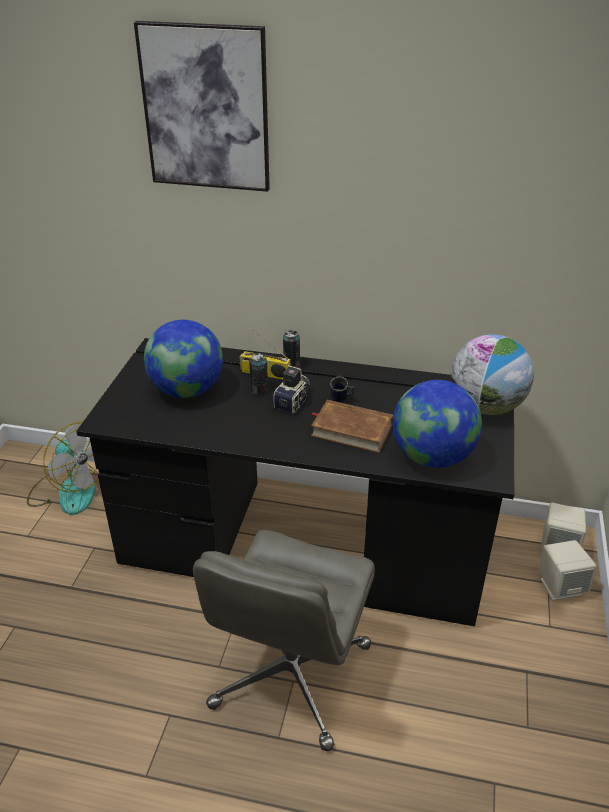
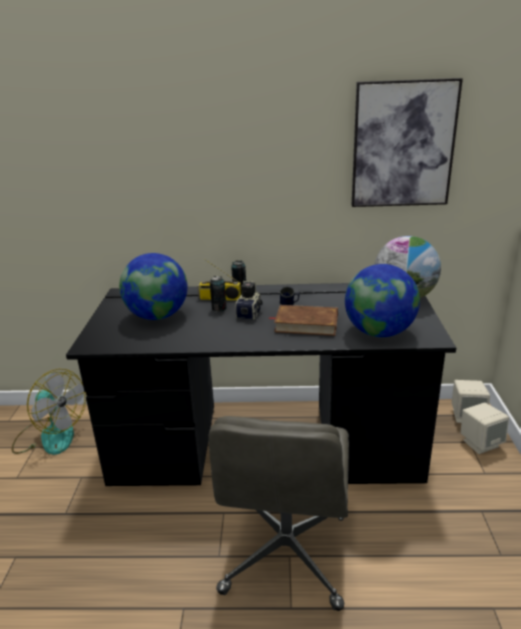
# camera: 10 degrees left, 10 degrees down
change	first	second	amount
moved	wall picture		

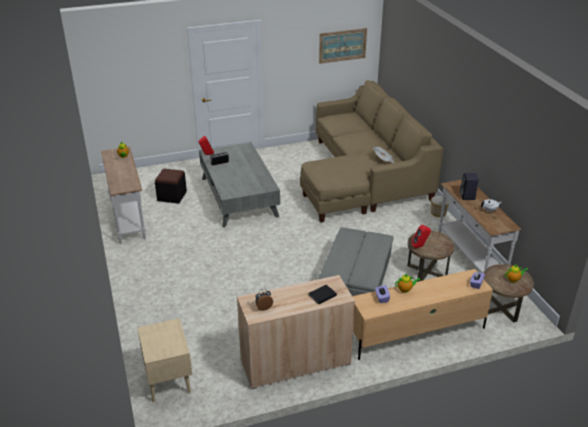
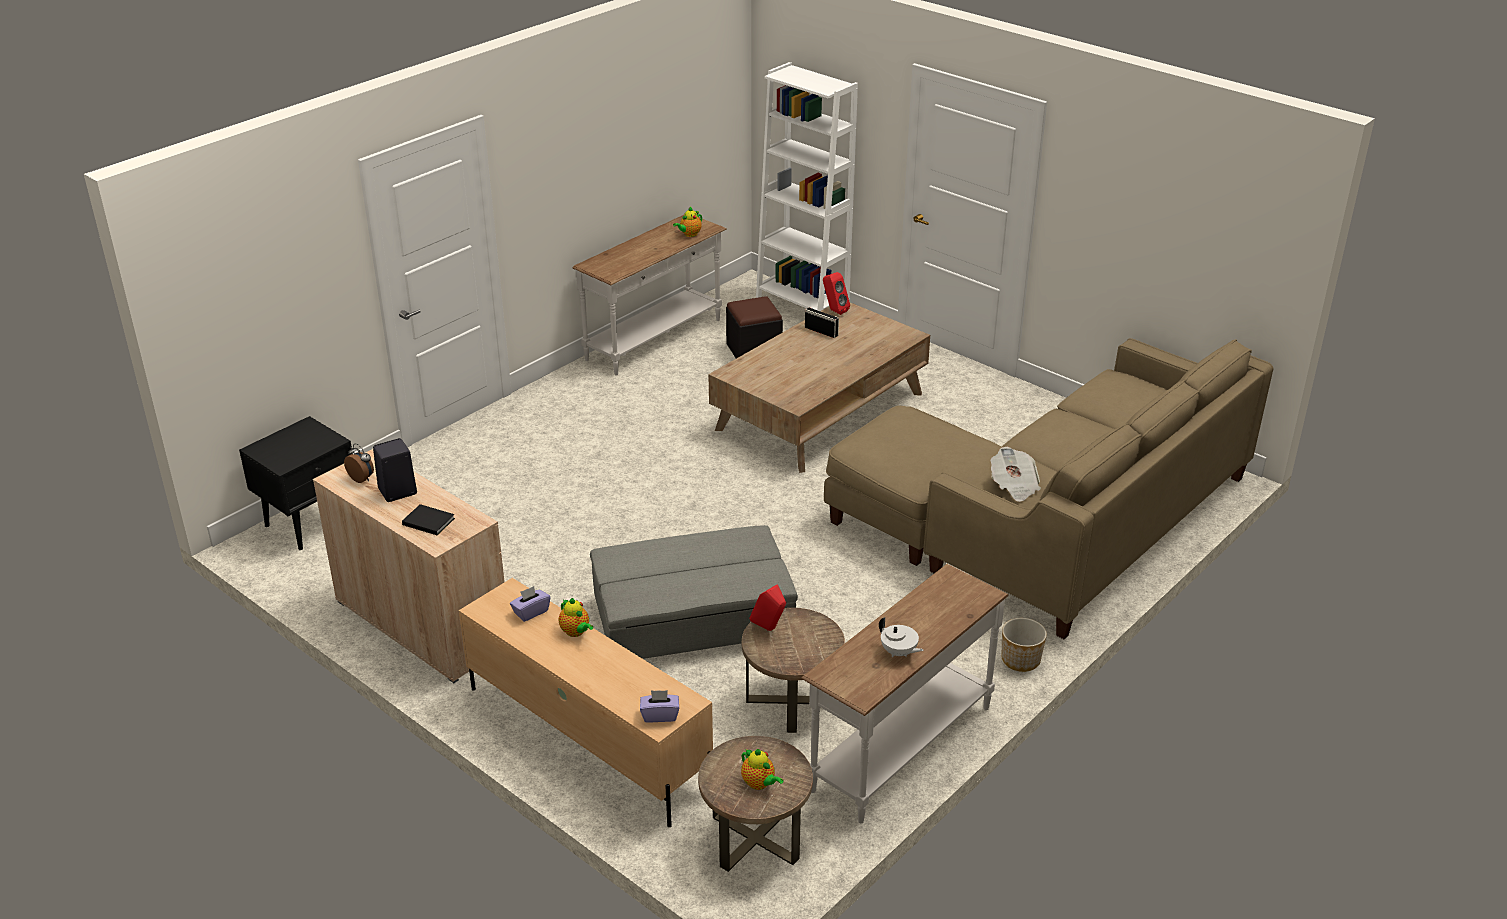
# camera: 60 degrees right, 0 degrees up
change	first	second	amount
removed	wall picture		
recoloured	lounge table in gray	lounge table in brown-coloured	
moved	loudspeaker in blackish		
recoloured	bedside table in beige	bedside table in blackish	
added		shelving unit in white	

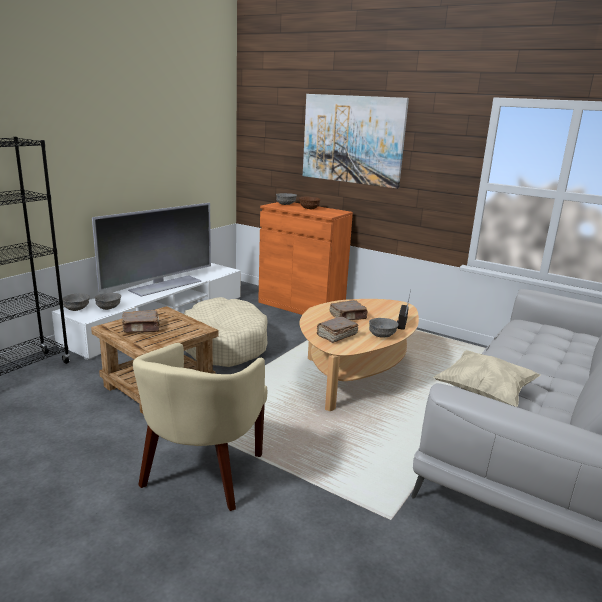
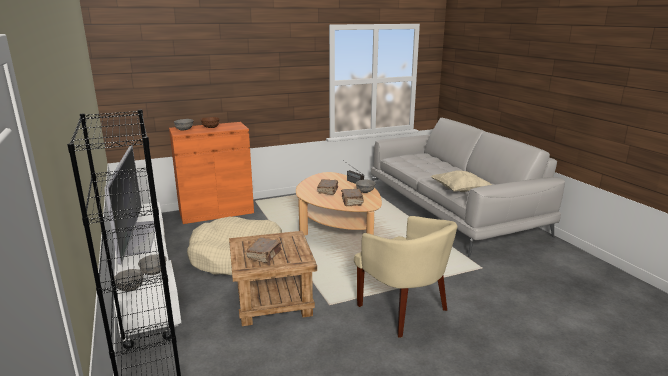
# camera: 55 degrees left, 0 degrees up
change	first	second	amount
removed	wall picture		

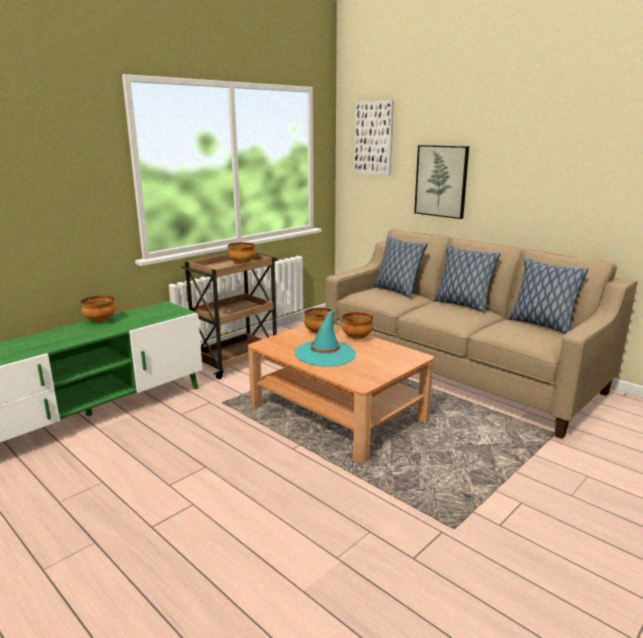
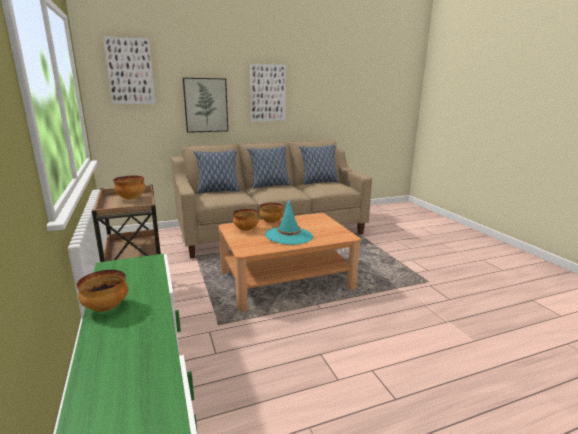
# camera: 65 degrees left, 0 degrees up
change	first	second	amount
added		wall picture (3rd from left)	

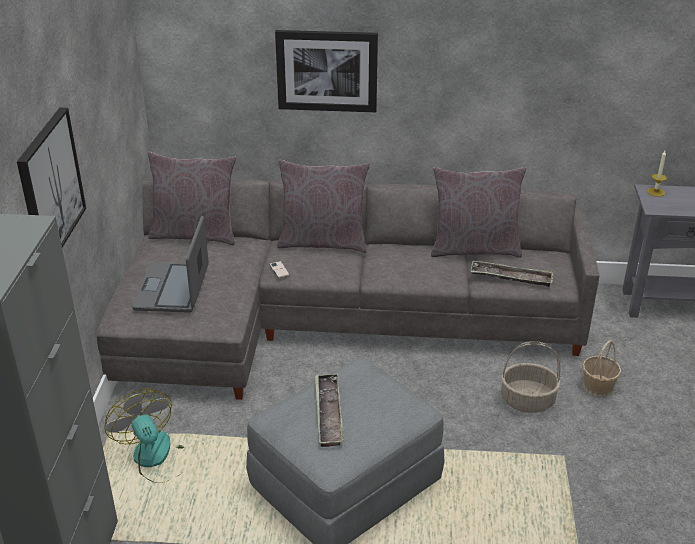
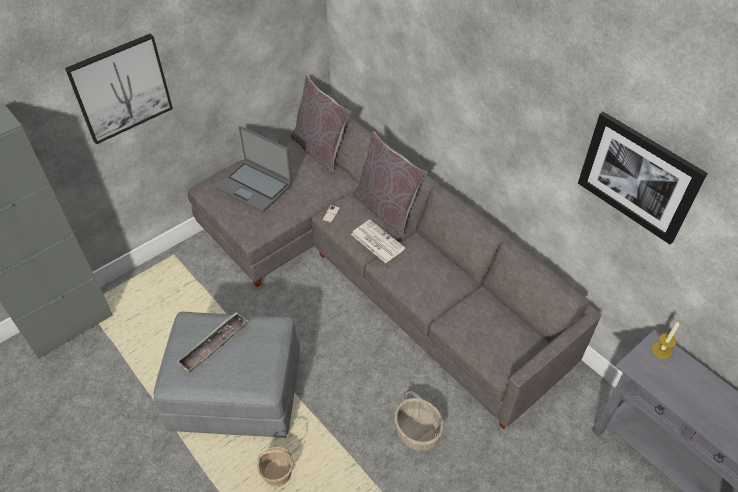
# camera: 45 degrees right, 15 degrees up
change	first	second	amount
moved	wall picture (2nd from left)		
removed	cushion in gray (3rd from left)		
turned	notebook computer		105 degrees counterclockwise
removed	tray (2nd from left)		
moved	basket (2nd from left in the first image)	basket (1st from left)	
removed	fan		
added		newspaper	

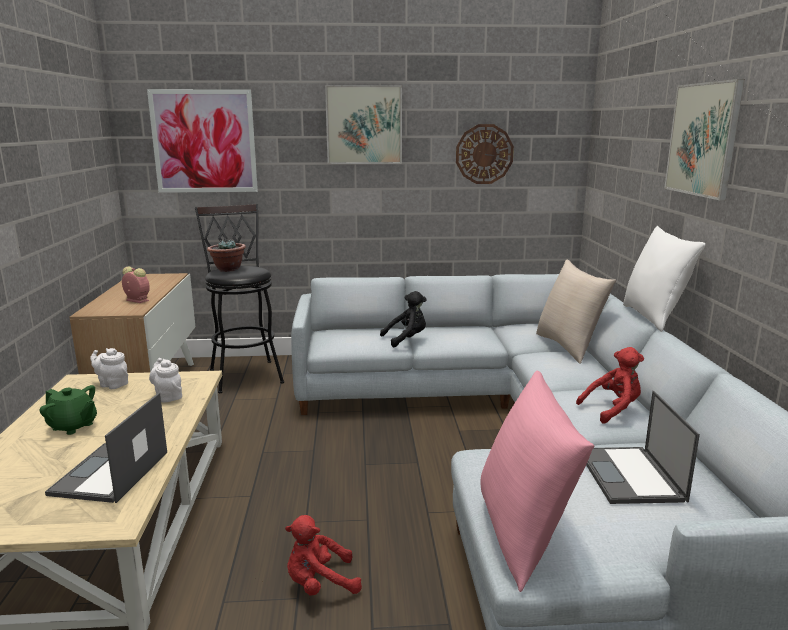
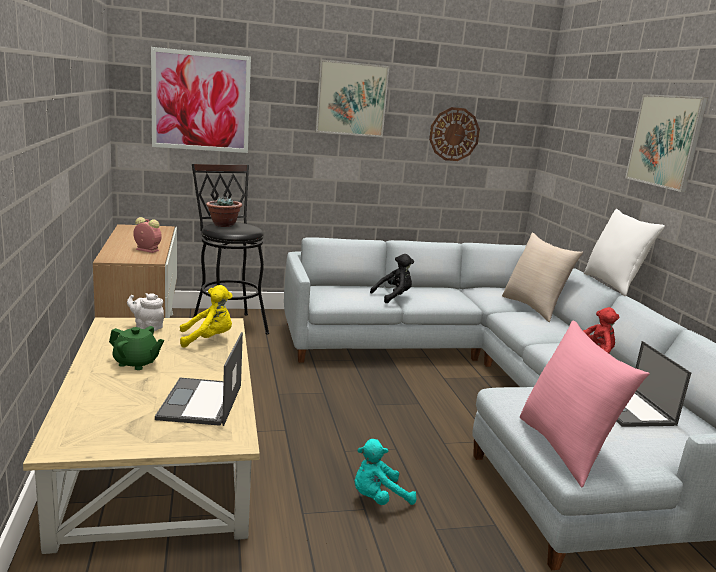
# camera: 10 degrees left, 0 degrees up
change	first	second	amount
replaced	tea pot in white (2nd from left)	plush toy in yellow	
recoloured	plush toy in reddish (1st from left)	plush toy in turquoise-coloured	

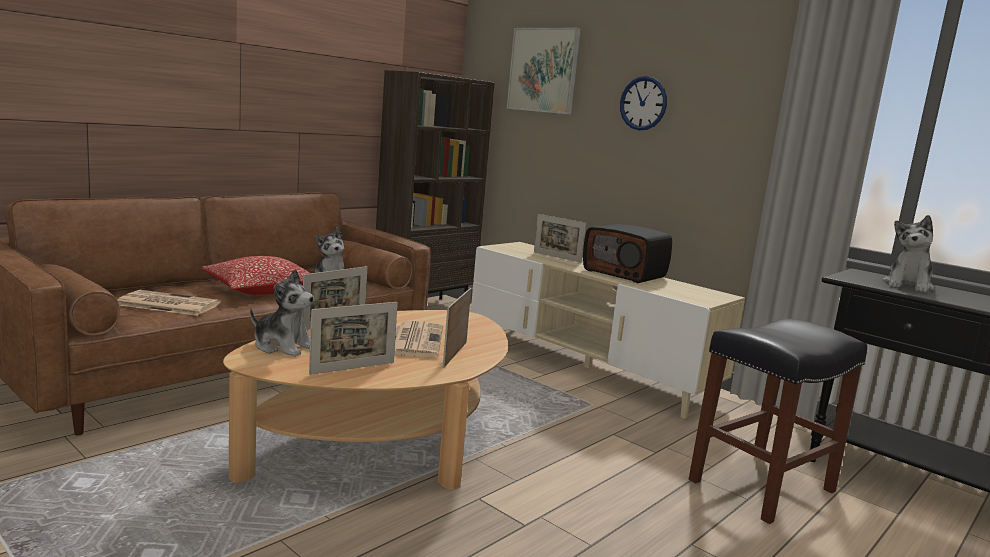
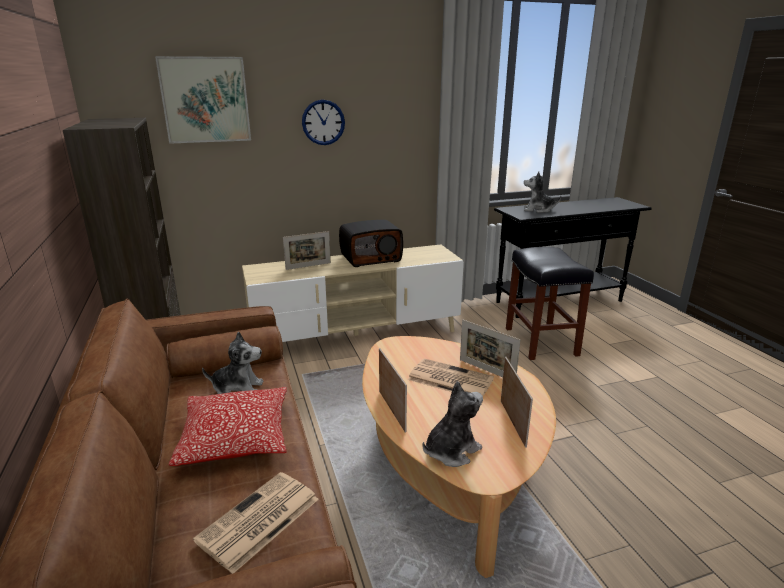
# camera: 60 degrees left, 10 degrees up
change	first	second	amount
turned	plush toy (3rd from left)		135 degrees clockwise

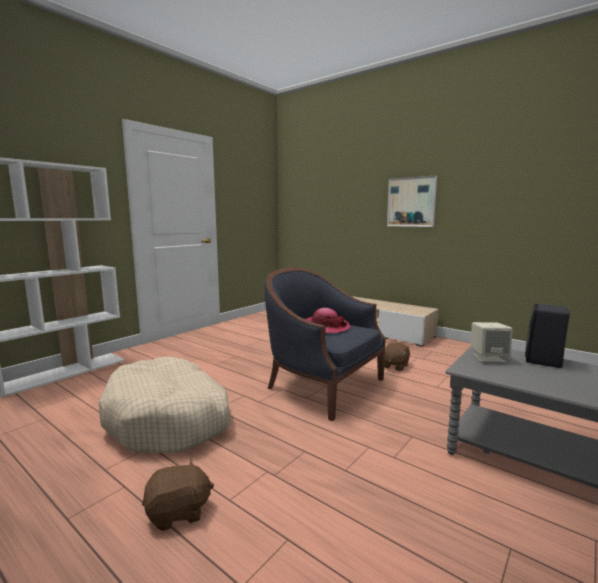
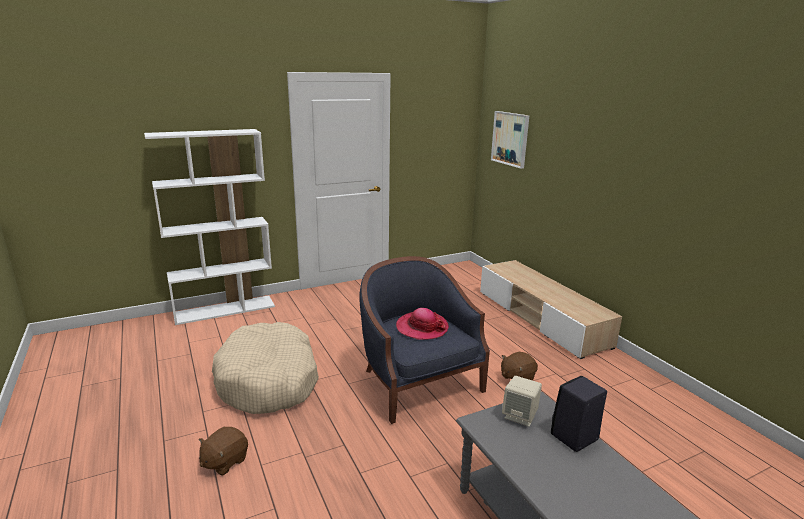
# camera: 25 degrees right, 10 degrees up
change	first	second	amount
moved	wall picture		
turned	plush toy in brown-coloured (1st from left)		120 degrees clockwise

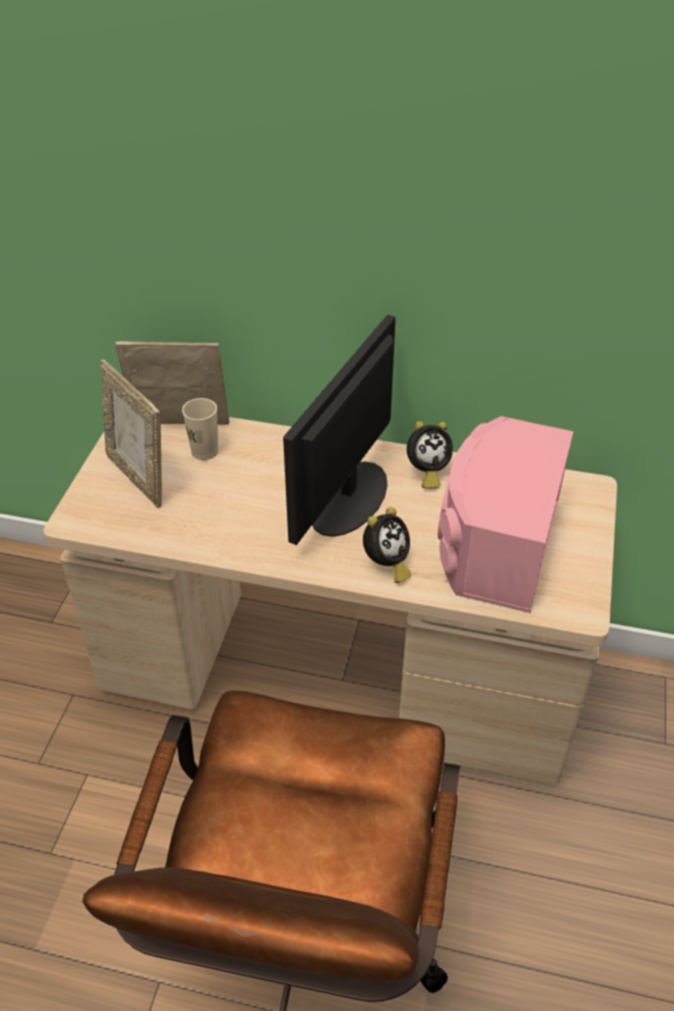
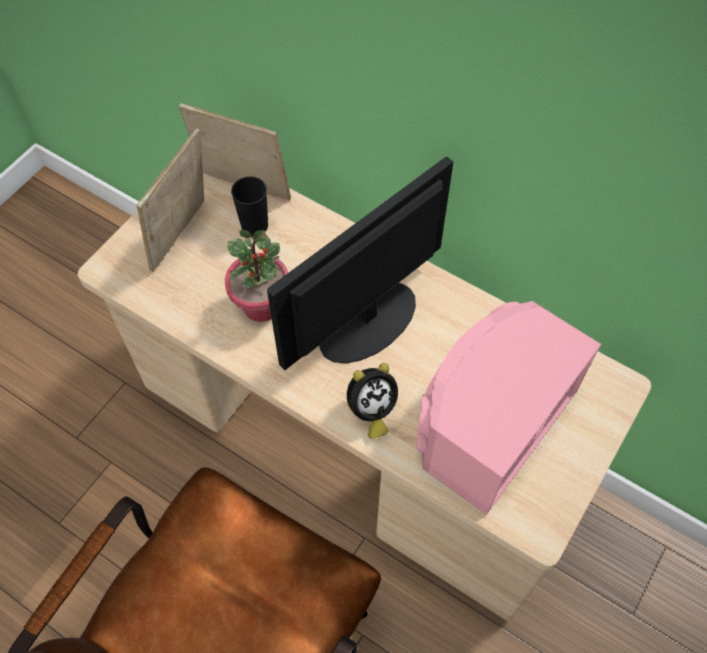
# camera: 20 degrees right, 15 degrees up
change	first	second	amount
turned	photo frame (1st from left)		45 degrees clockwise
recoloured	drinking cup in beige	drinking cup in blackish	
removed	bedside clock (2nd from left)		
added		plant in a pot	

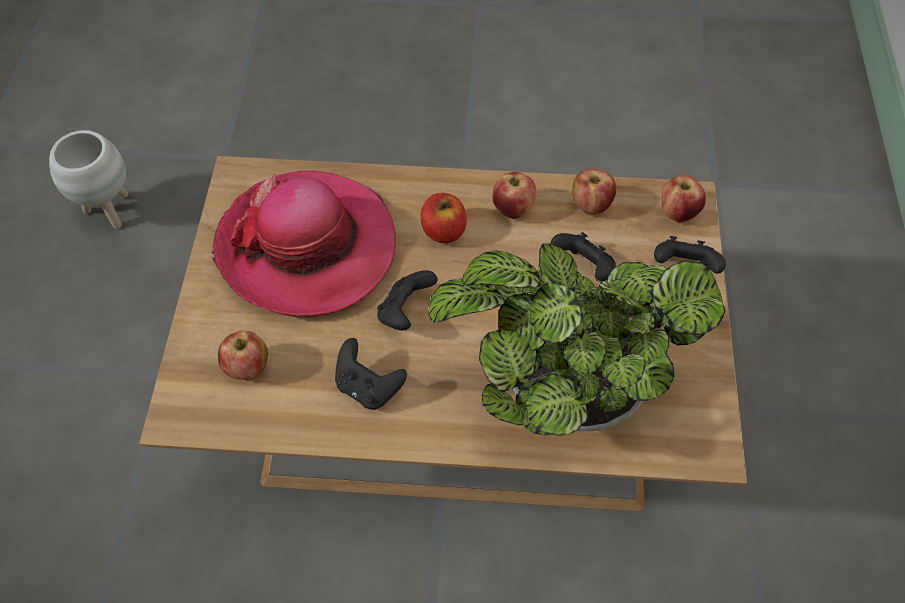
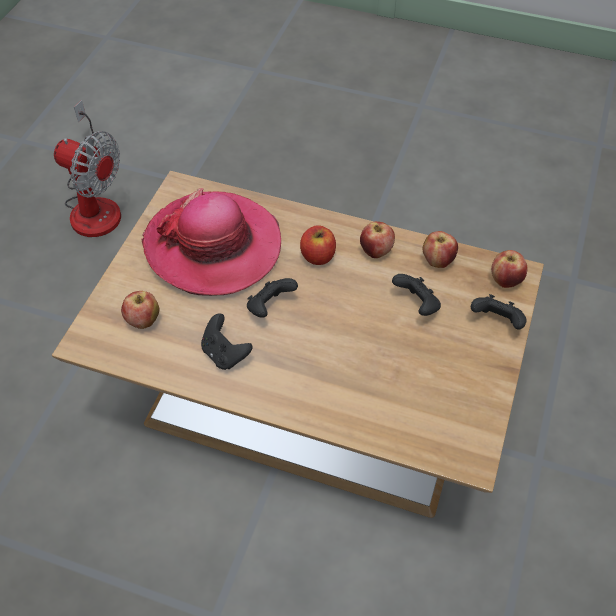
# camera: 15 degrees right, 5 degrees down
change	first	second	amount
replaced	planter in white	fan	
removed	plant in a pot		

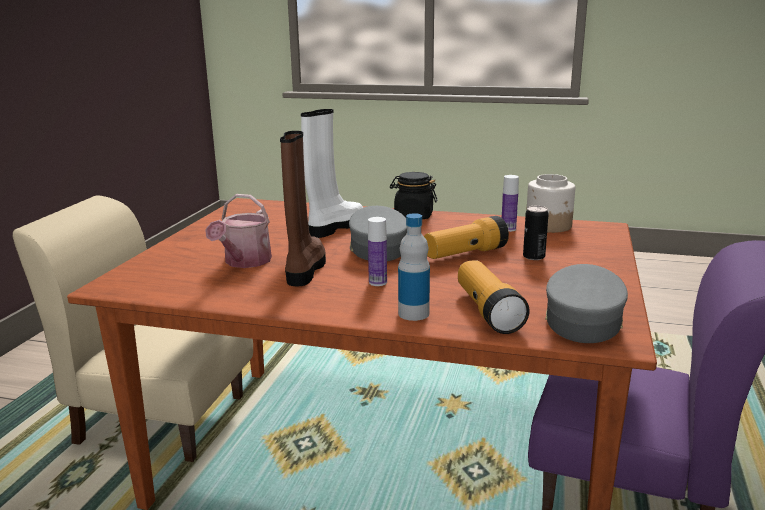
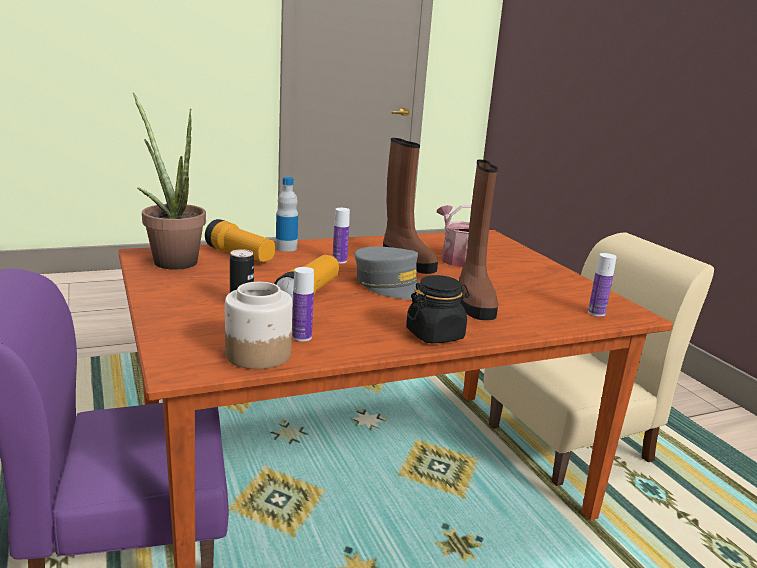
# camera: 140 degrees right, 0 degrees up
change	first	second	amount
recoloured	tall boot in white	tall boot in brown-coloured (2nd from left)	
replaced	cap in gray (2nd from left)	plant in a pot	
added		beverage bottle (4th from left)	

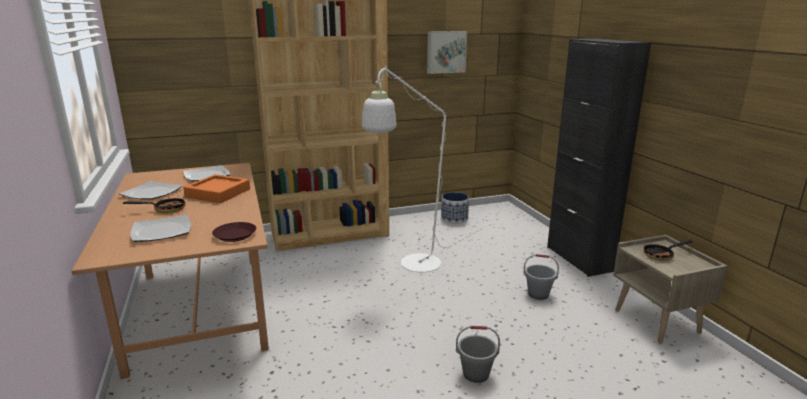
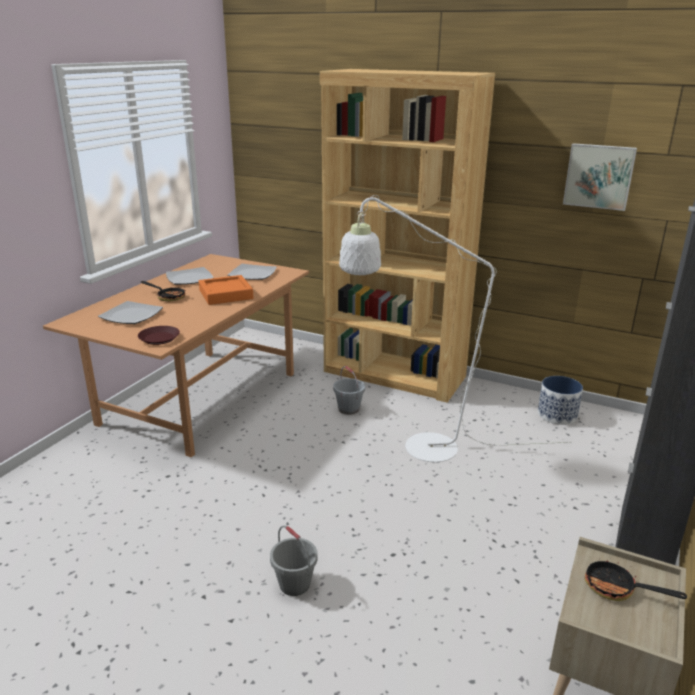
# camera: 45 degrees right, 5 degrees up
change	first	second	amount
moved	water bucket in gray (2nd from left)		

